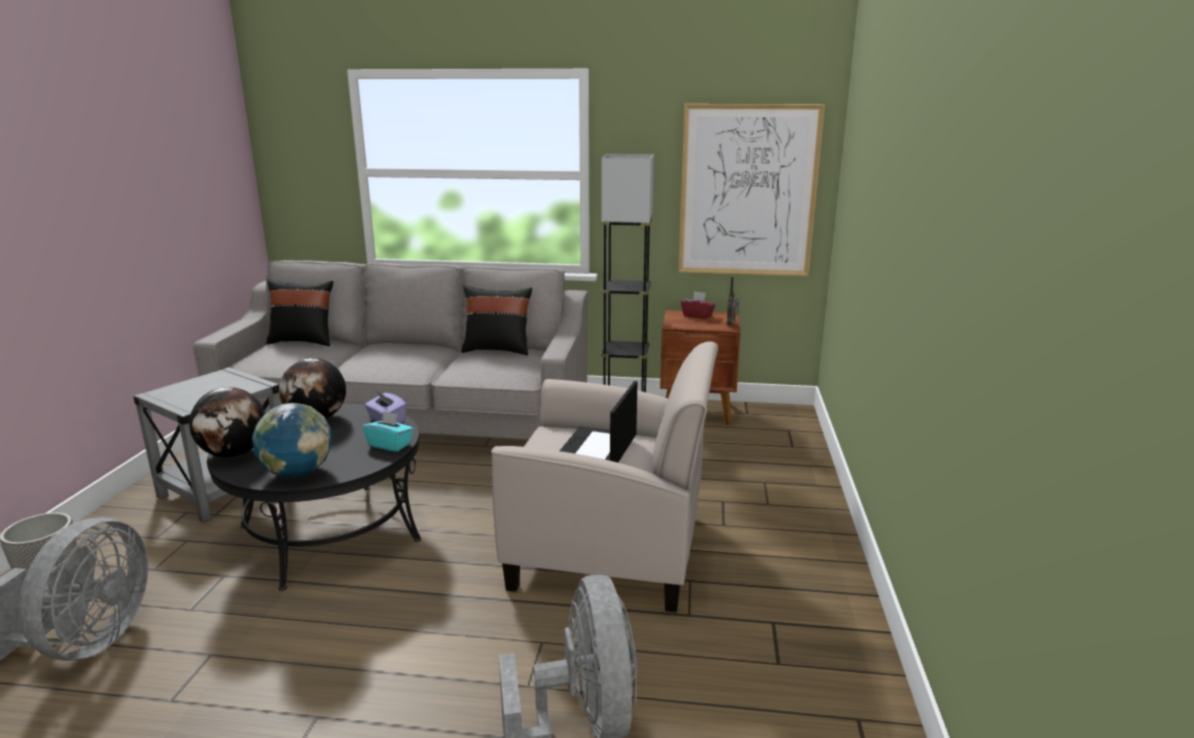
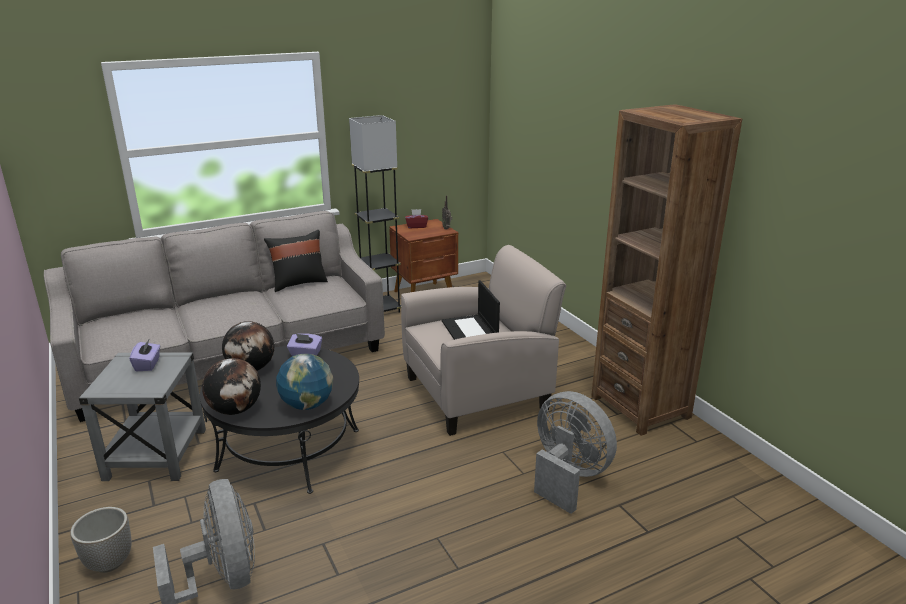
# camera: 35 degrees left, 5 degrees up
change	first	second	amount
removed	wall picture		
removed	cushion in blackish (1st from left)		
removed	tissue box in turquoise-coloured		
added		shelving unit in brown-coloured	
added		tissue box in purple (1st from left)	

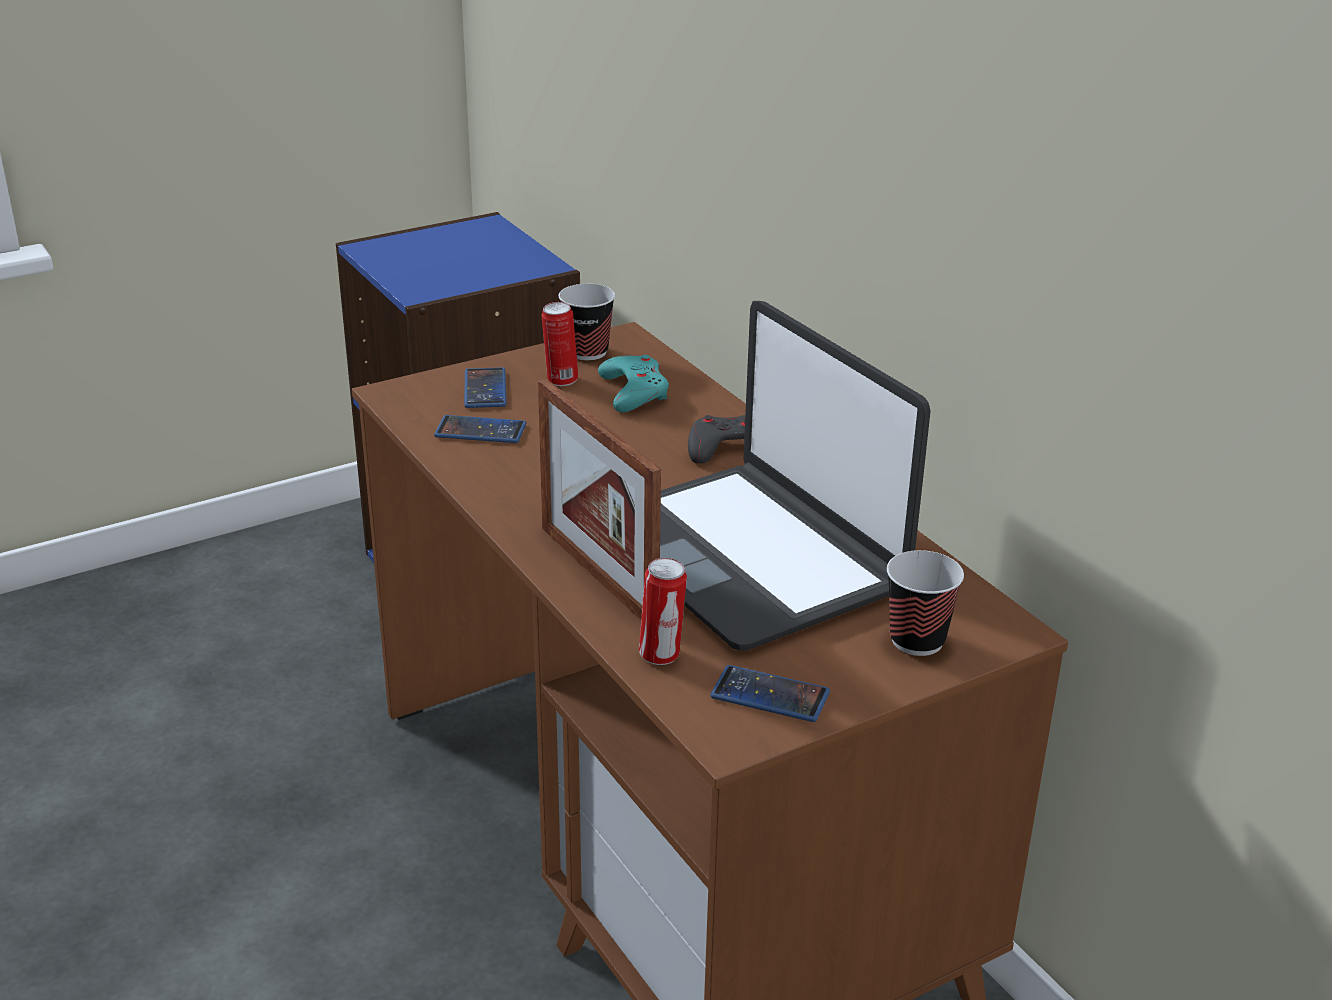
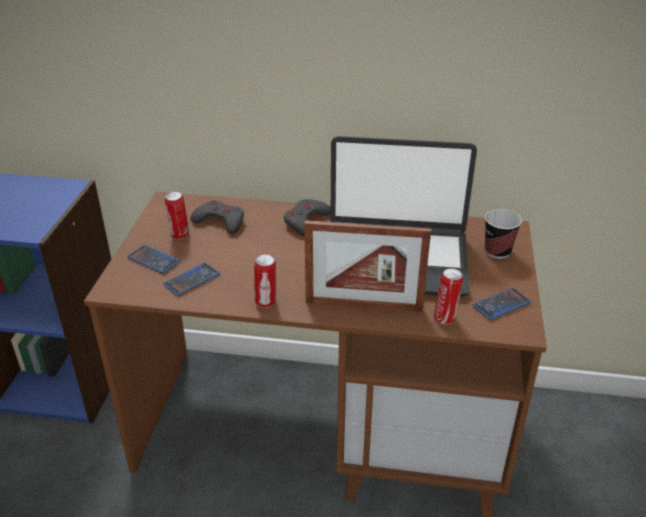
# camera: 50 degrees left, 5 degrees up
change	first	second	amount
removed	drinking cup (1st from left)		
recoloured	joypad in turquoise-coloured	joypad in gray (1st from left)	
added		sealed can (2nd from left)	

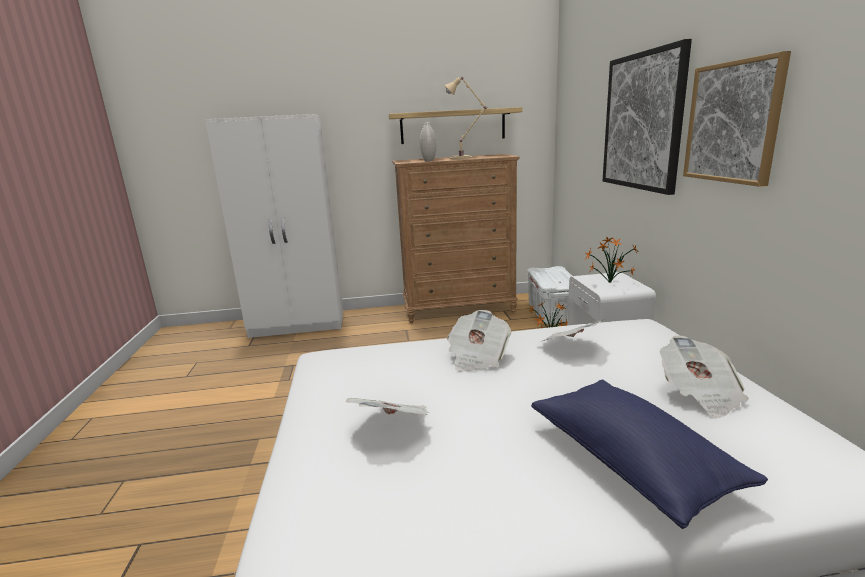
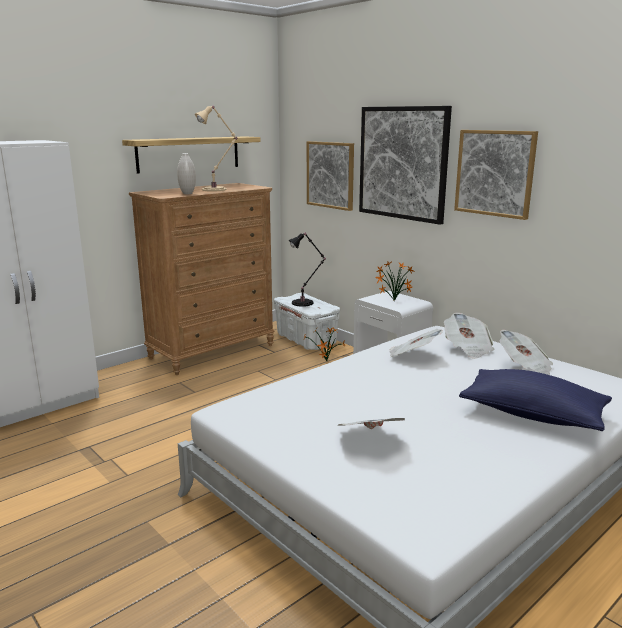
# camera: 35 degrees left, 0 degrees up
change	first	second	amount
moved	newspaper (2nd from left in the first image)	newspaper (3rd from left)	
added		wall picture (1st from left)	
added		lamp for a table in blackish	

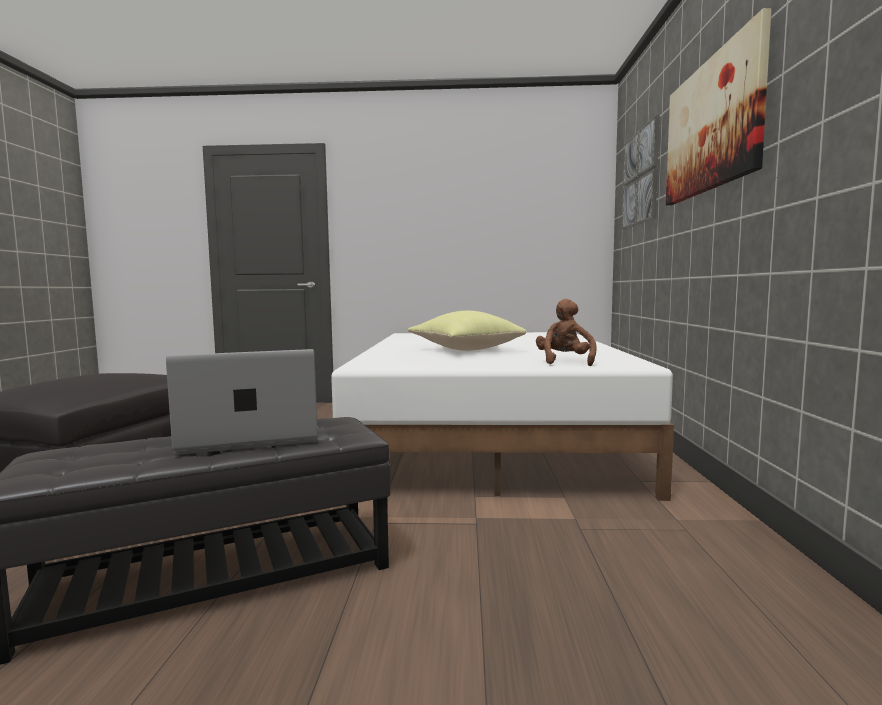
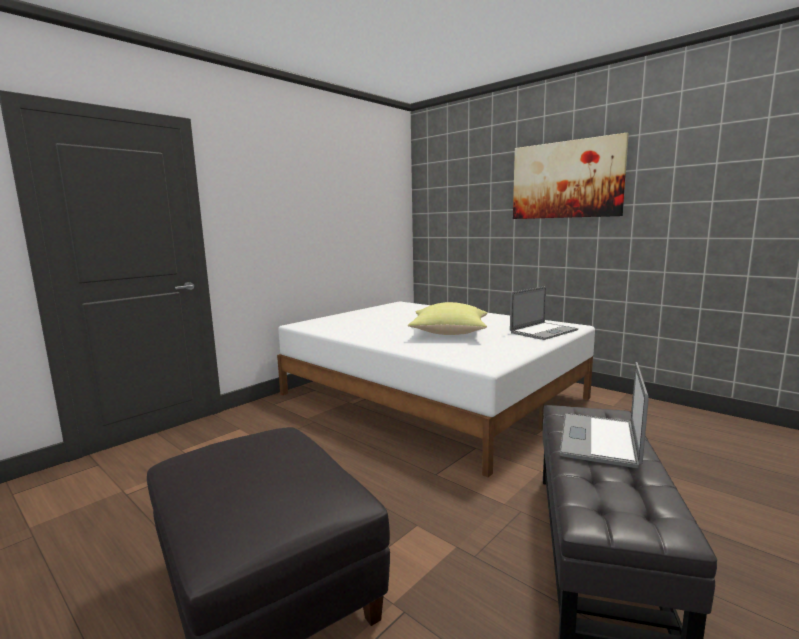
# camera: 50 degrees left, 5 degrees up
change	first	second	amount
removed	wall picture (1st from left)		
replaced	plush toy in brown-coloured	notebook computer (1st from left)	

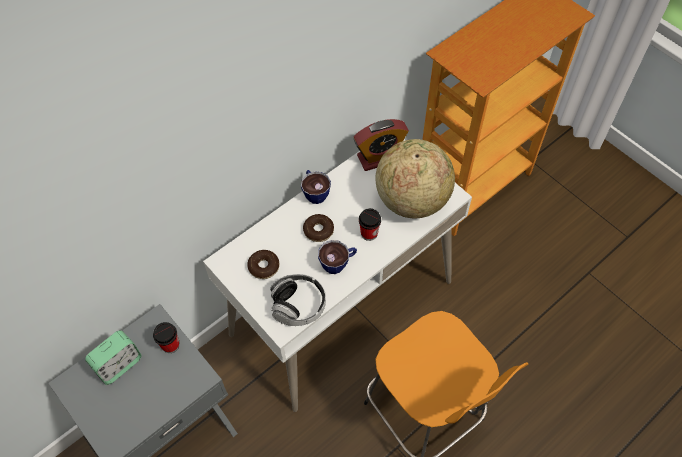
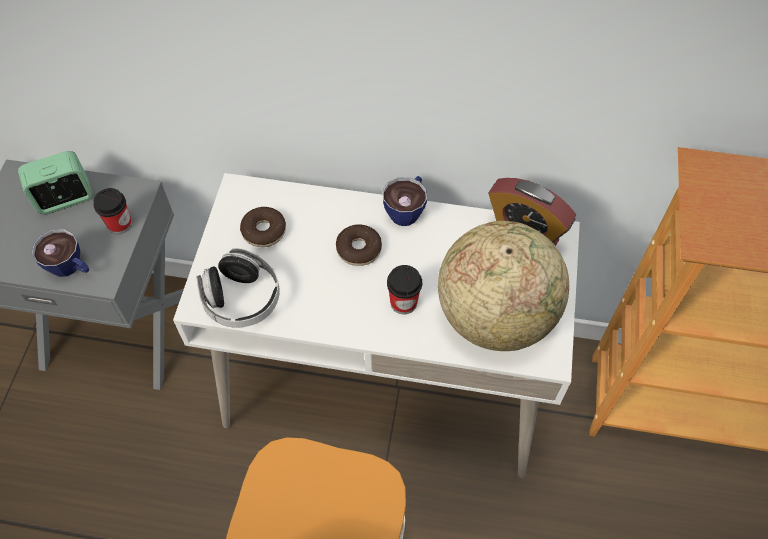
# camera: 50 degrees right, 0 degrees up
change	first	second	amount
moved	drinking cup (3rd from left in the first image)	drinking cup (1st from left)	
turned	bedside clock (1st from left)		150 degrees clockwise

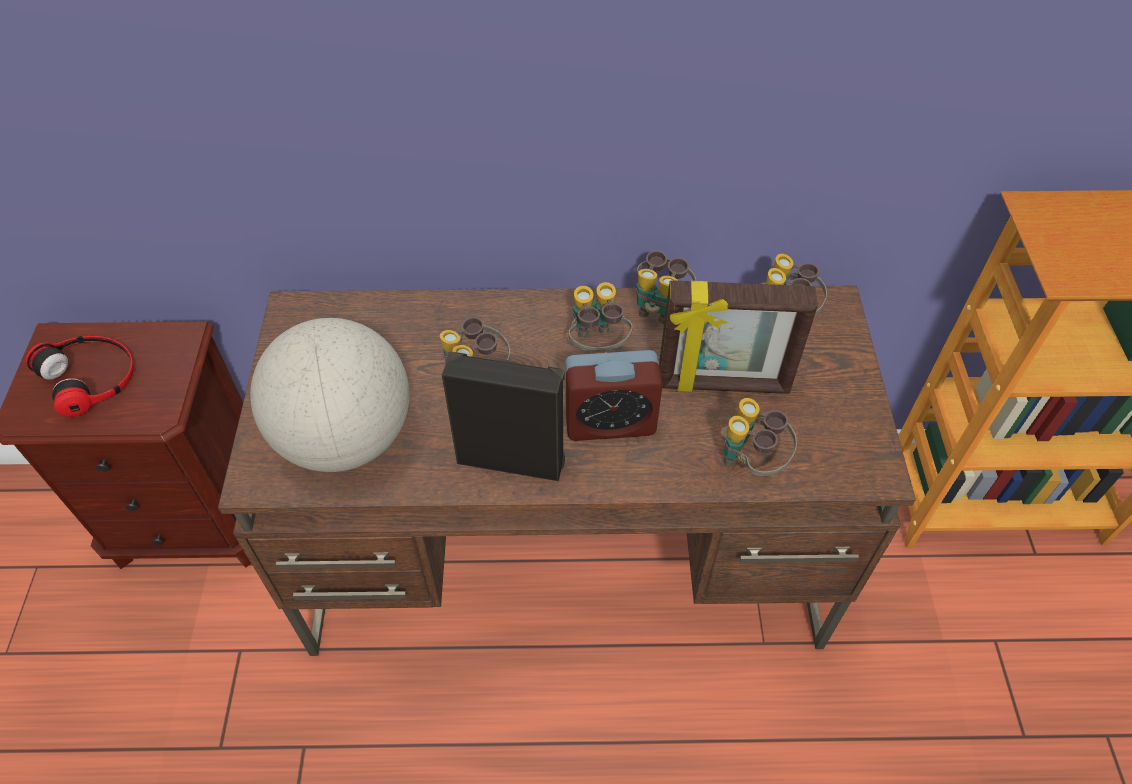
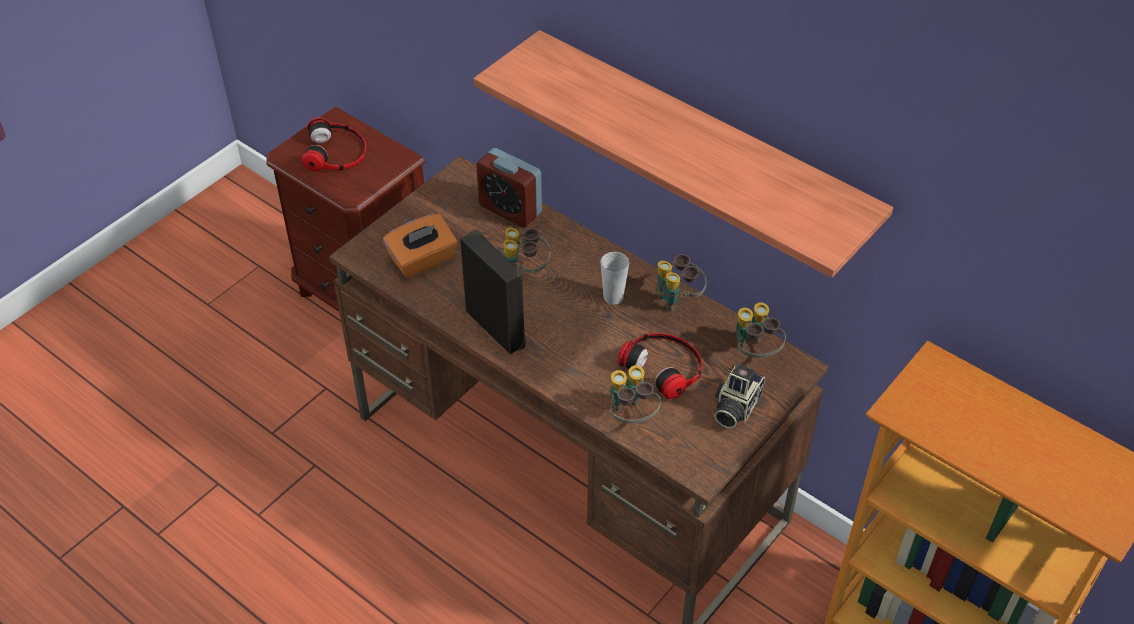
# camera: 40 degrees right, 5 degrees down
change	first	second	amount
replaced	photo frame	pair of headphones (2nd from left)	
replaced	pair of binoculars (2nd from left)	drinking cup	
replaced	world globe	tissue box in orangey	
moved	bedside clock		
added		shelf	
added		still camera	

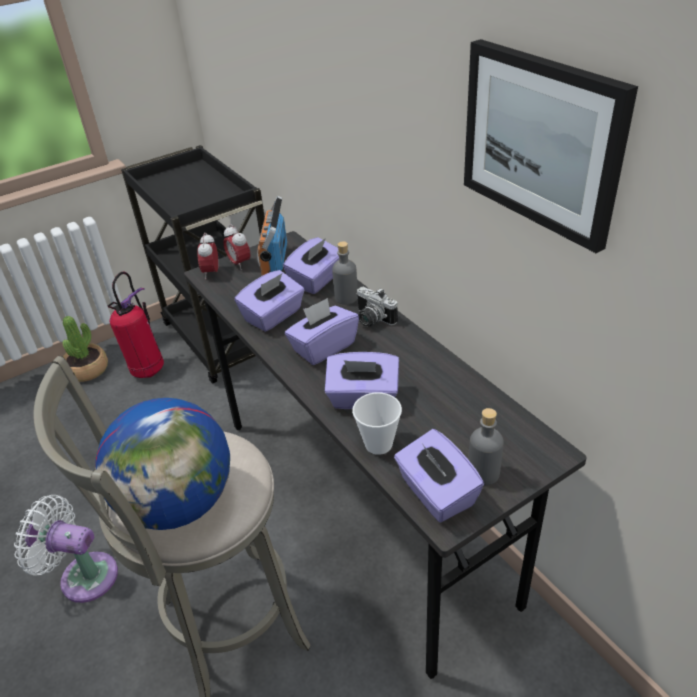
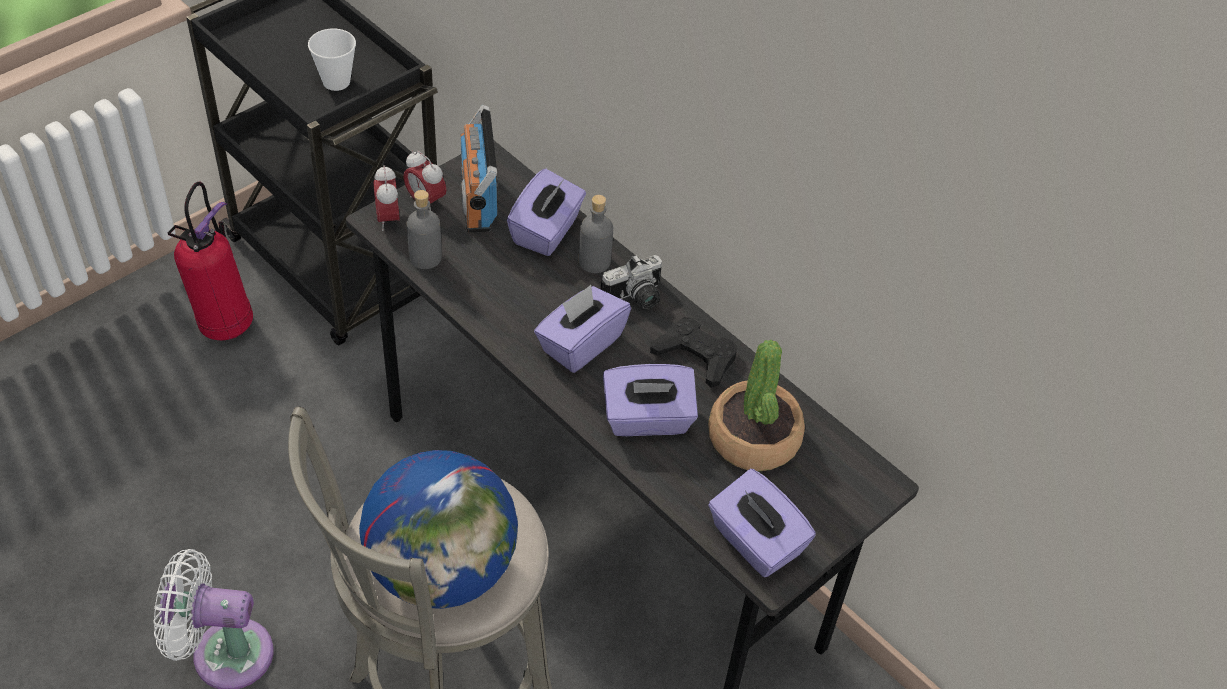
# camera: 15 degrees left, 10 degrees up
change	first	second	amount
removed	wall picture		
removed	tissue box in purple (1st from left)		
turned	still camera		60 degrees counterclockwise
moved	plant in a pot		
moved	drinking cup		
moved	beverage bottle in gray (2nd from left in the first image)	beverage bottle in gray (1st from left)	
added		joypad in blackish	

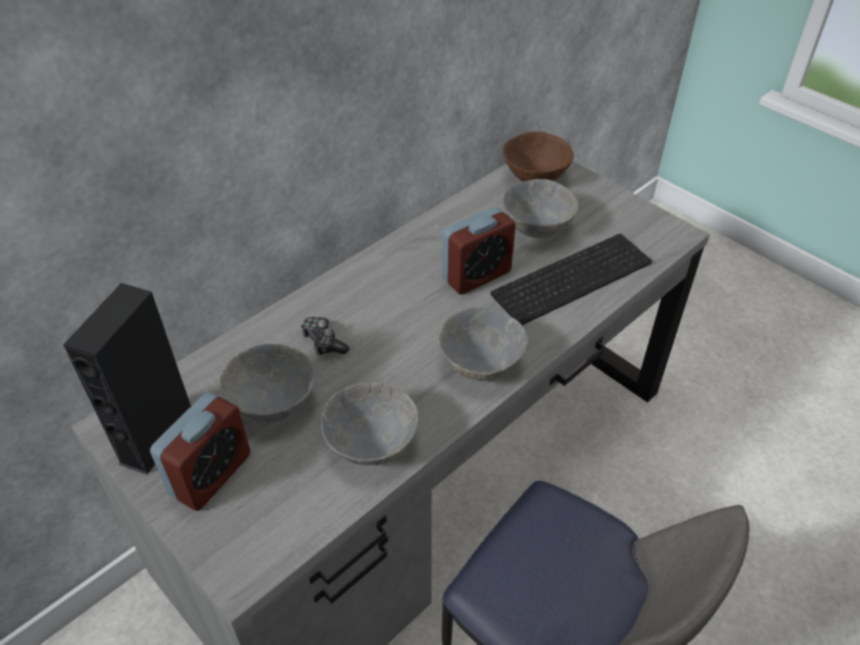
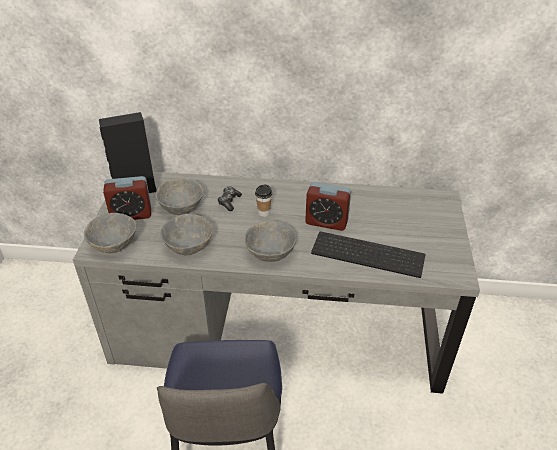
# camera: 50 degrees right, 5 degrees down
change	first	second	amount
removed	serving bowl in brown-coloured		
moved	serving bowl in gray (4th from left in the first image)	serving bowl in gray (1st from left)	
added		drinking cup	

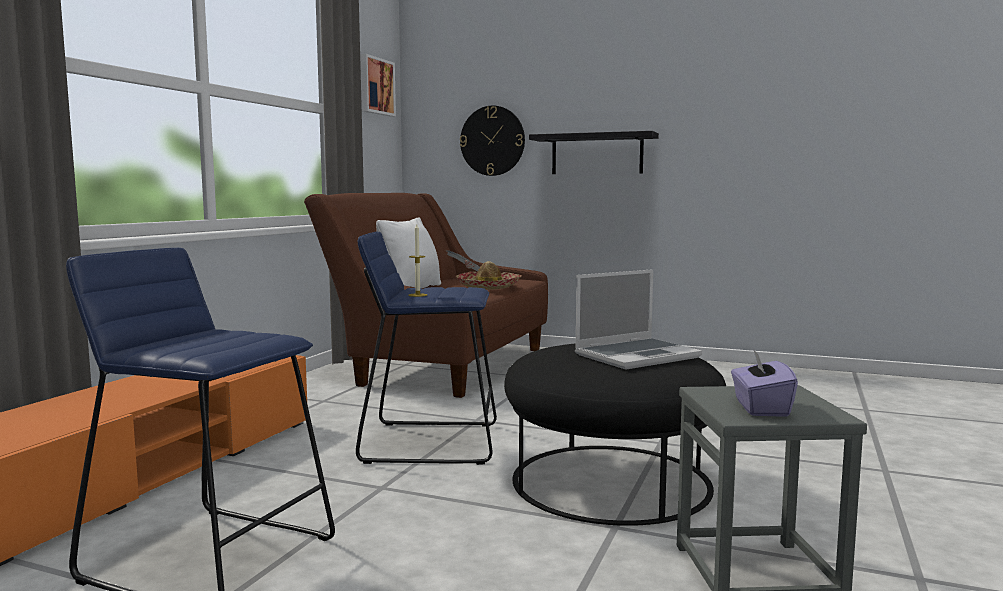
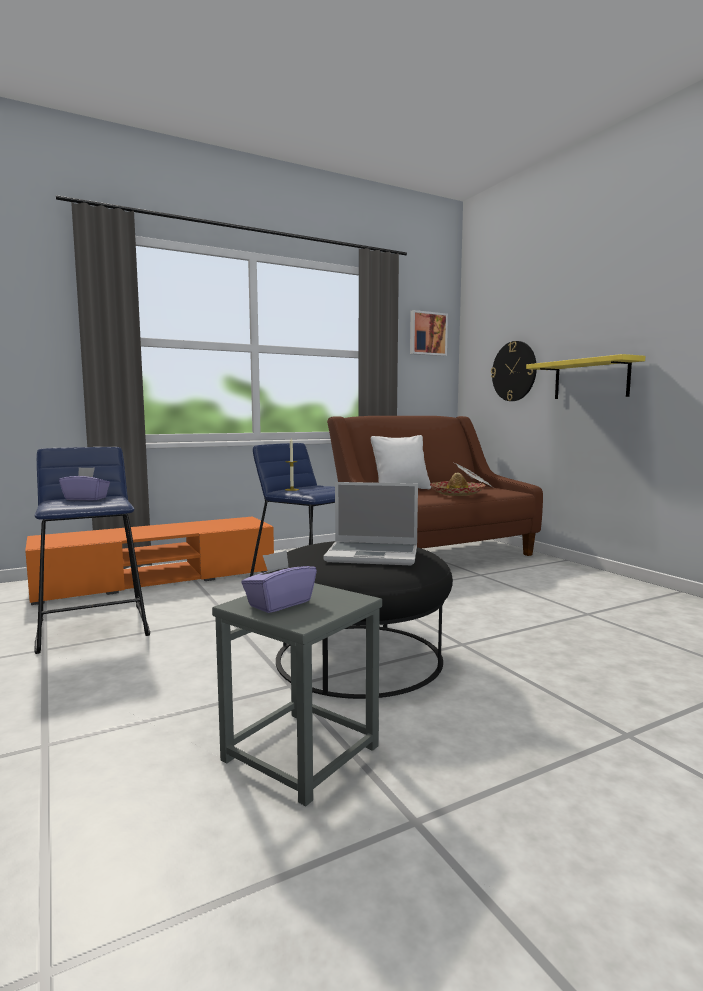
# camera: 40 degrees right, 0 degrees up
change	first	second	amount
recoloured	shelf in blackish	shelf in yellow	
added		tissue box in purple (1st from left)	

